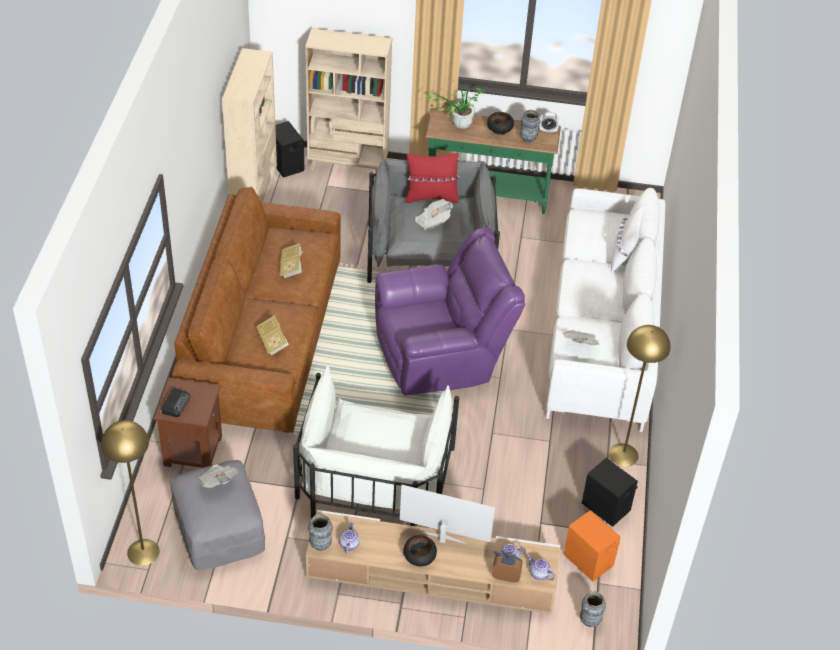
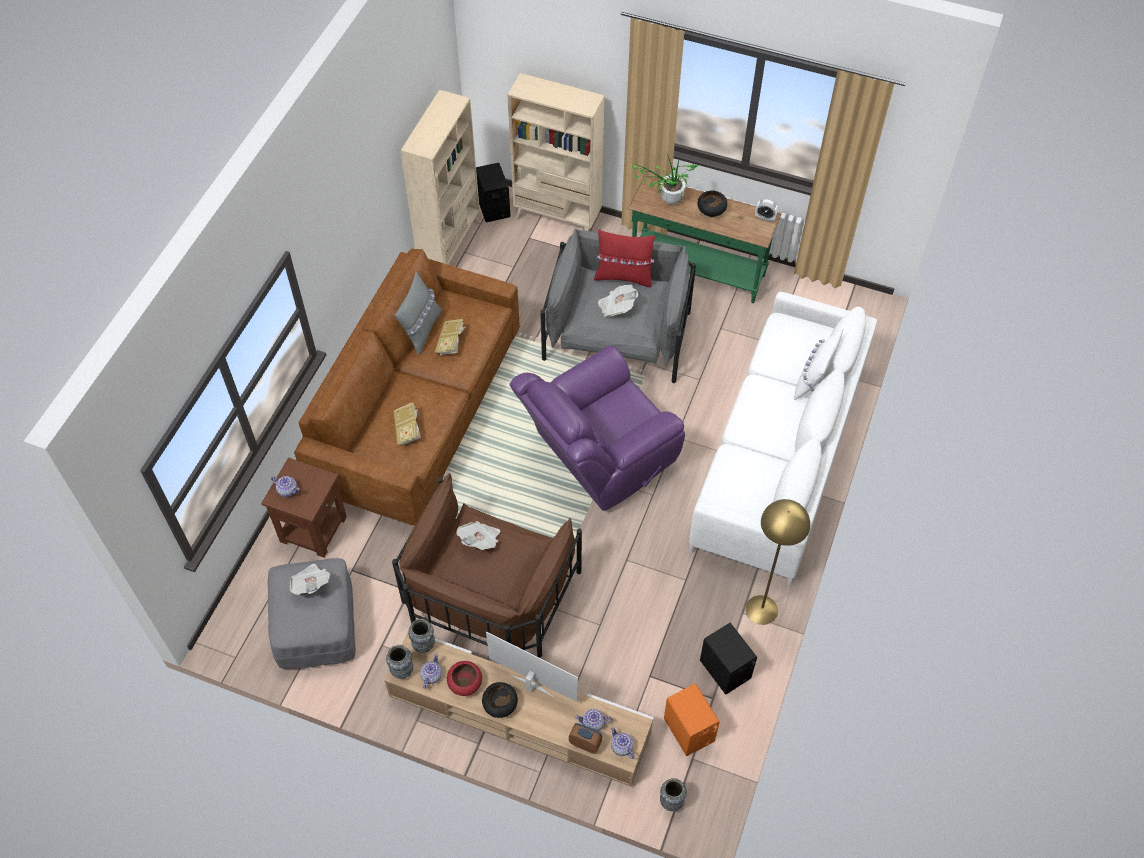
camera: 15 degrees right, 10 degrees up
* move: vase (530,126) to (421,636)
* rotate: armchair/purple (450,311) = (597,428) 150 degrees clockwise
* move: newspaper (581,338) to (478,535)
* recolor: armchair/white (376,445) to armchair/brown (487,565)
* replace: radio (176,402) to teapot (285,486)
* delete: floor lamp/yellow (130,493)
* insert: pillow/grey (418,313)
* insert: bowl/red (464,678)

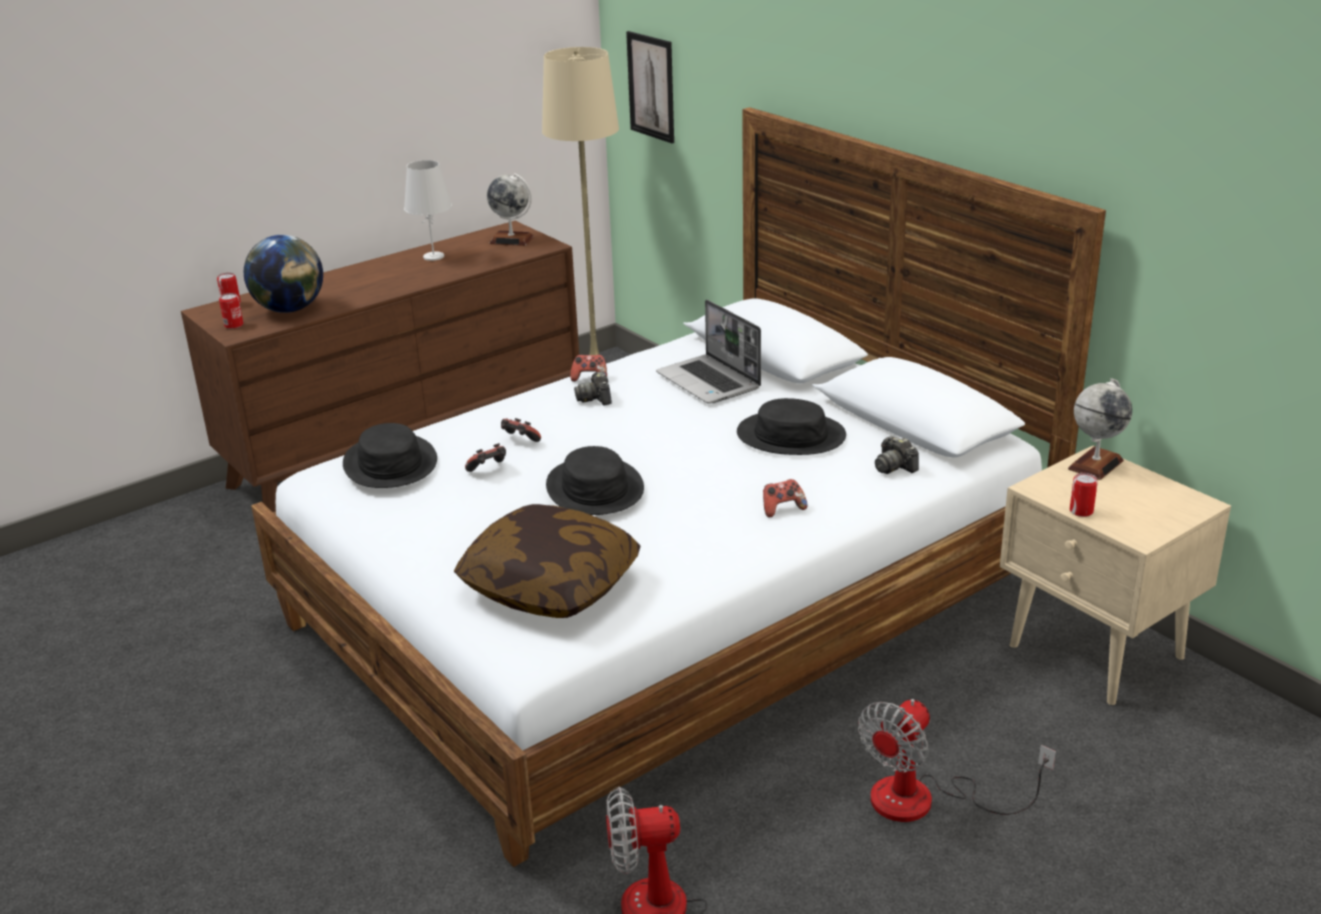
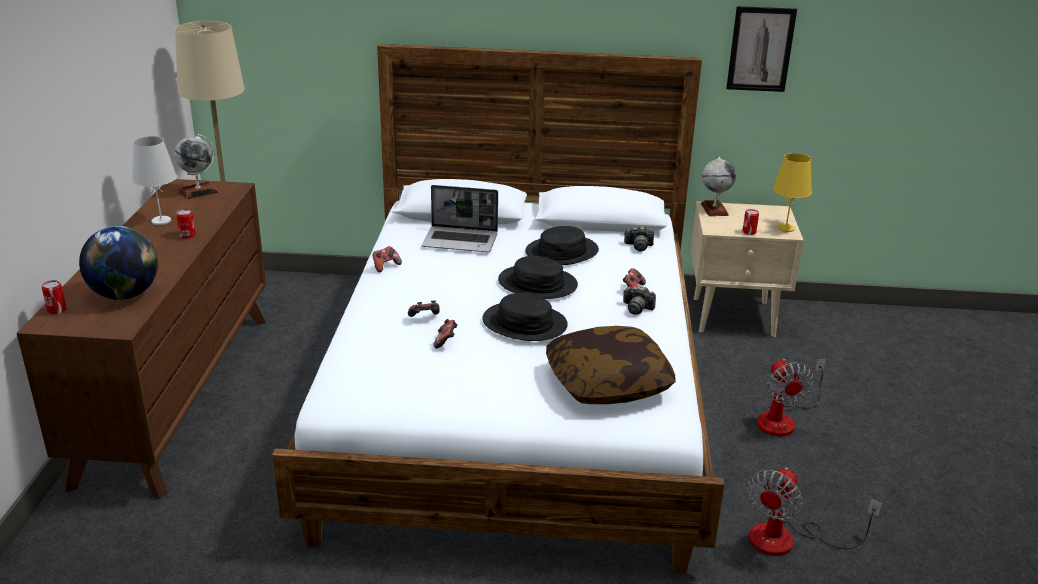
camera: 50 degrees left, 0 degrees up
* move: picture (650,87) to (761,49)
* move: can (231,311) to (186,224)
* move: photo camera (593,388) to (639,300)
* move: hat/black (390,455) to (538,277)
* insert: table lamp/yellow (792,192)

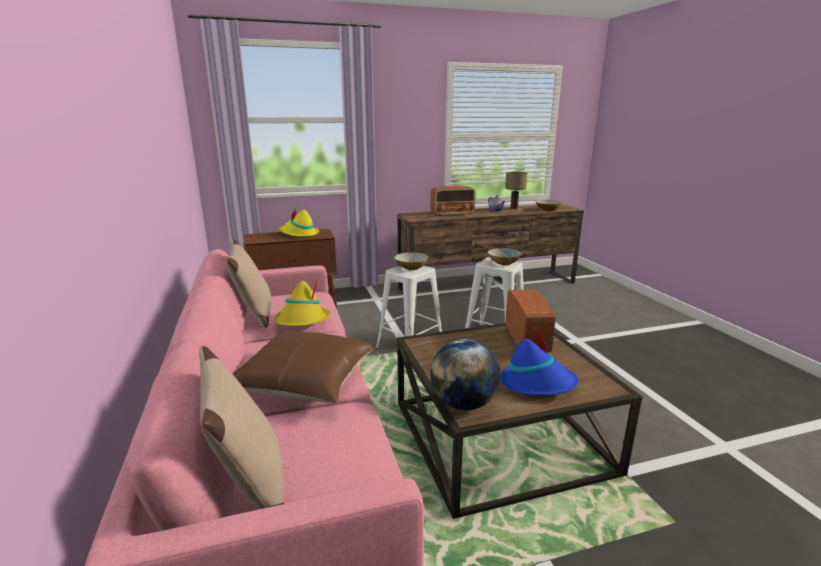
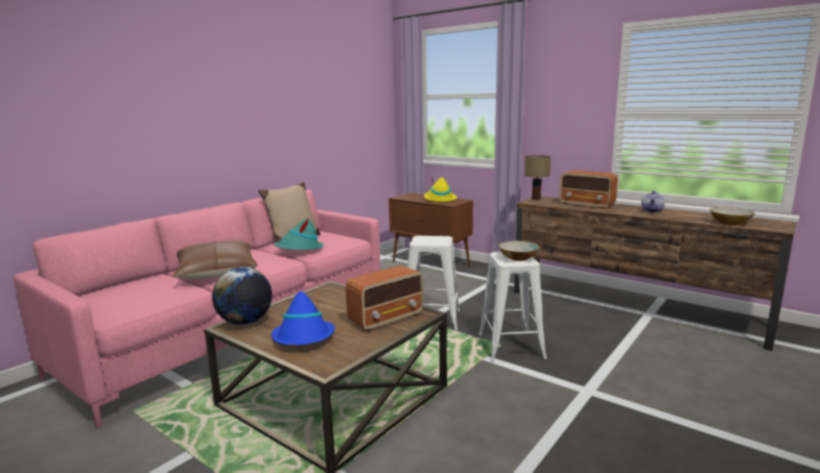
camera: 55 degrees right, 5 degrees down
* move: table lamp (516,190) to (538,177)
* delete: bowl (411,261)
* recolor: hat/yellow (302,301) to hat/turquoise (299,234)
* delete: pillow/beige (241,428)

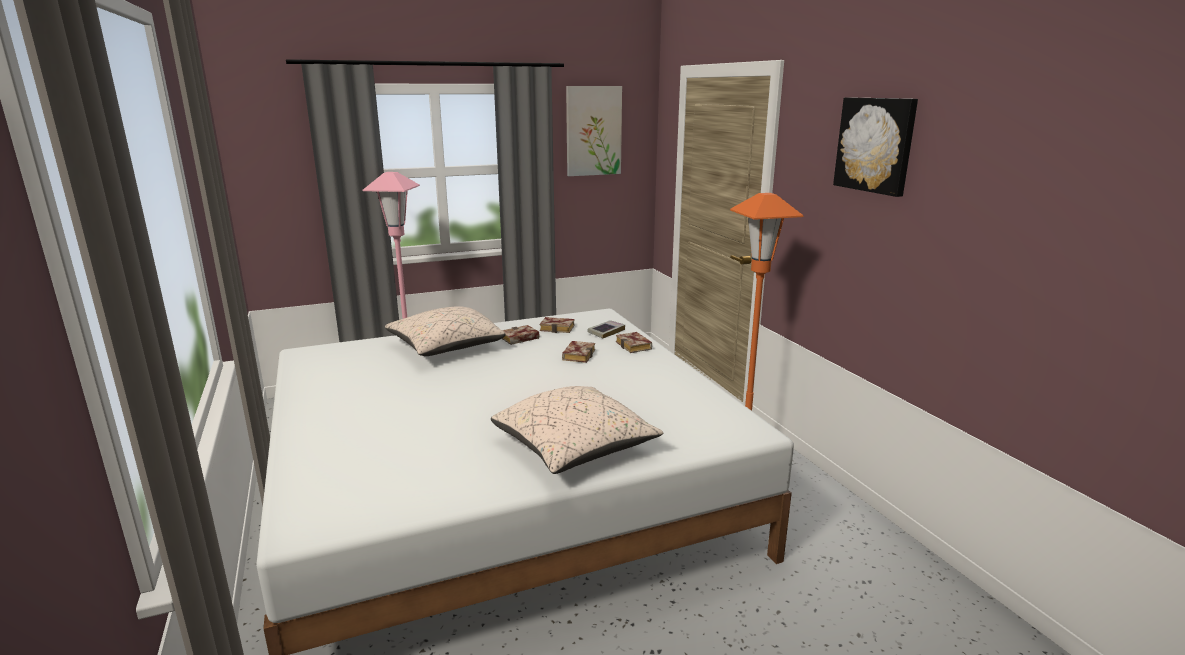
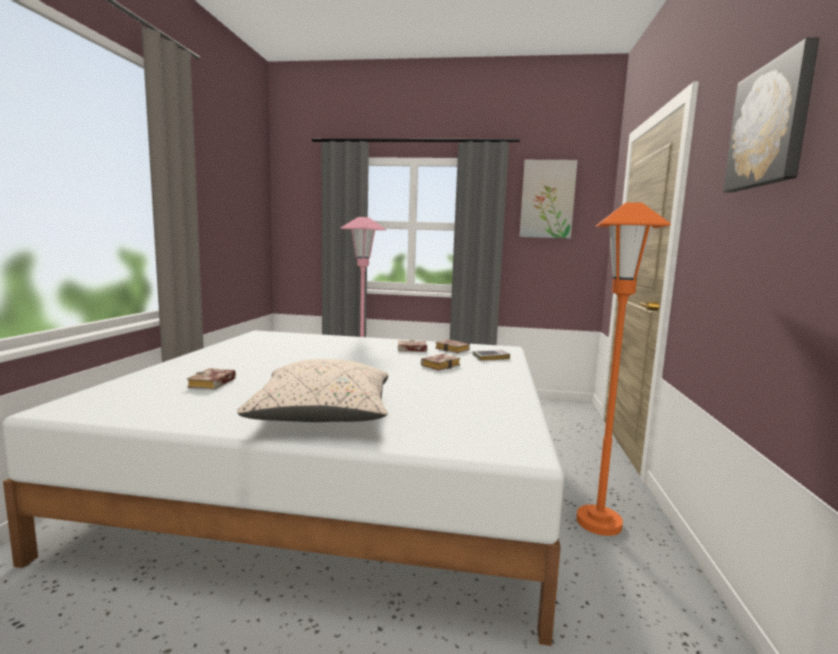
camera: 30 degrees right, 10 degrees down
* delete: pillow/beige (445,331)
* move: book (634,342) to (211,379)

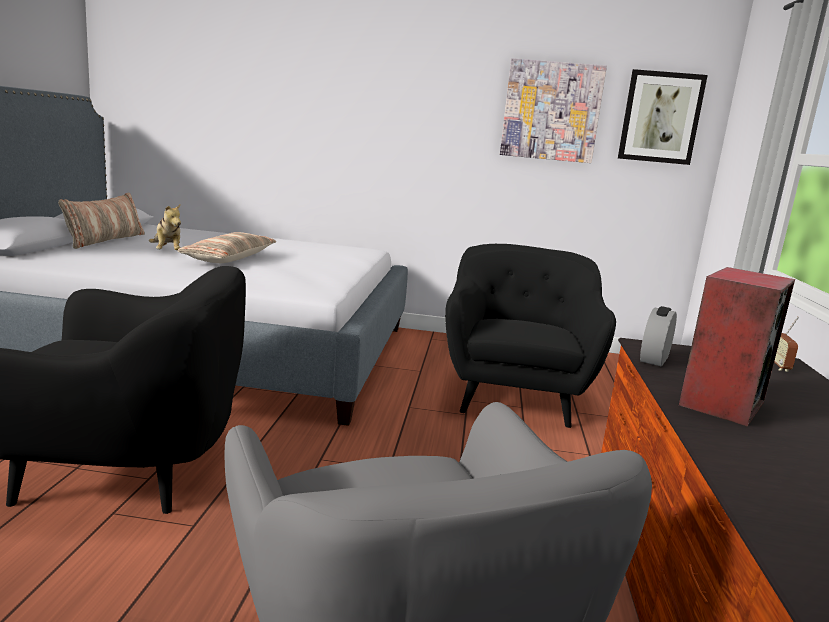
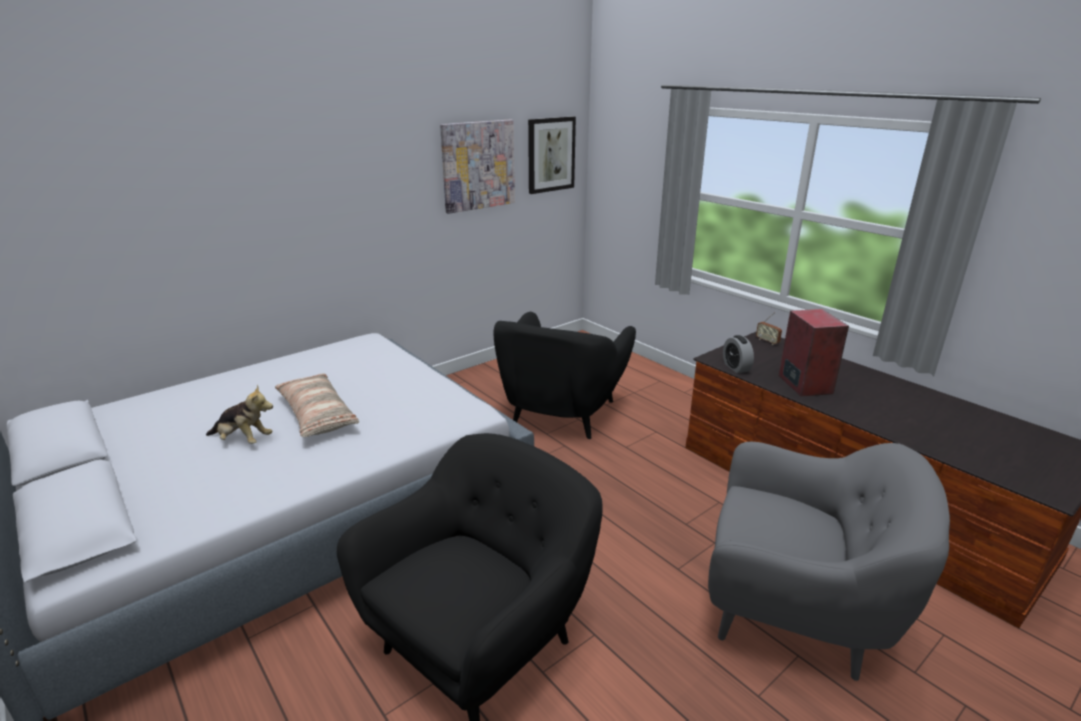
camera: 45 degrees left, 10 degrees up
* delete: pillow (101,221)
* rotate: armchair/black (530,336) = (565,375) 120 degrees counterclockwise

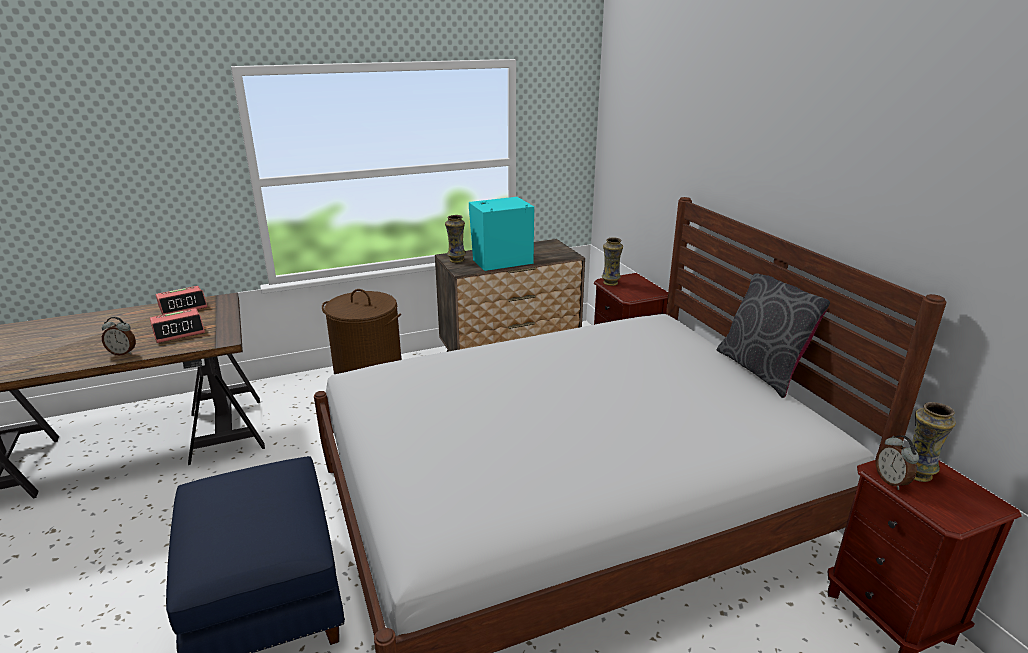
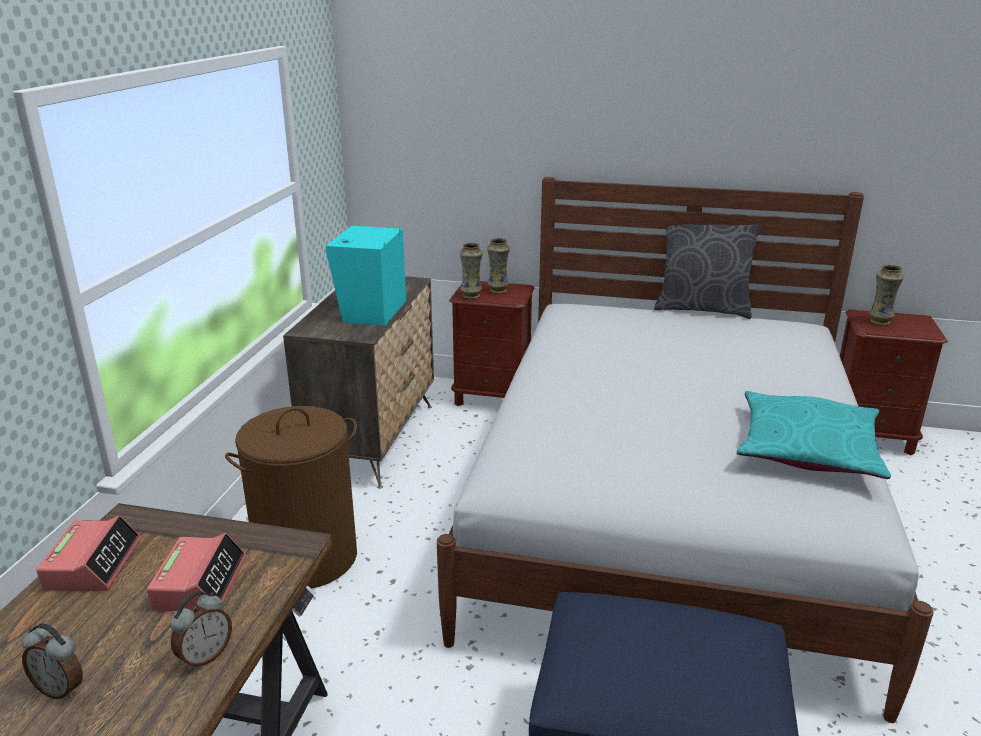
camera: 55 degrees left, 0 degrees up
* move: vase (455,239) to (498,265)
* move: alarm clock (897,462) to (52,661)
* insert: pillow/turquoise (814,435)

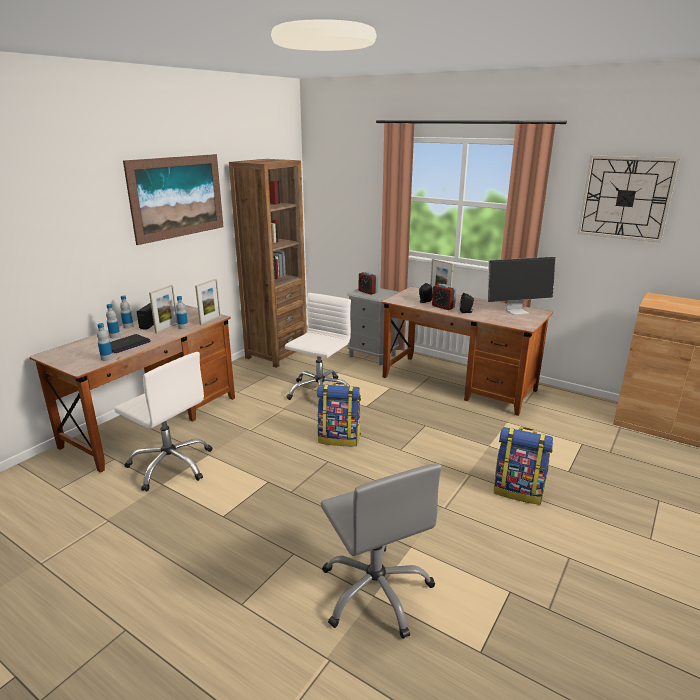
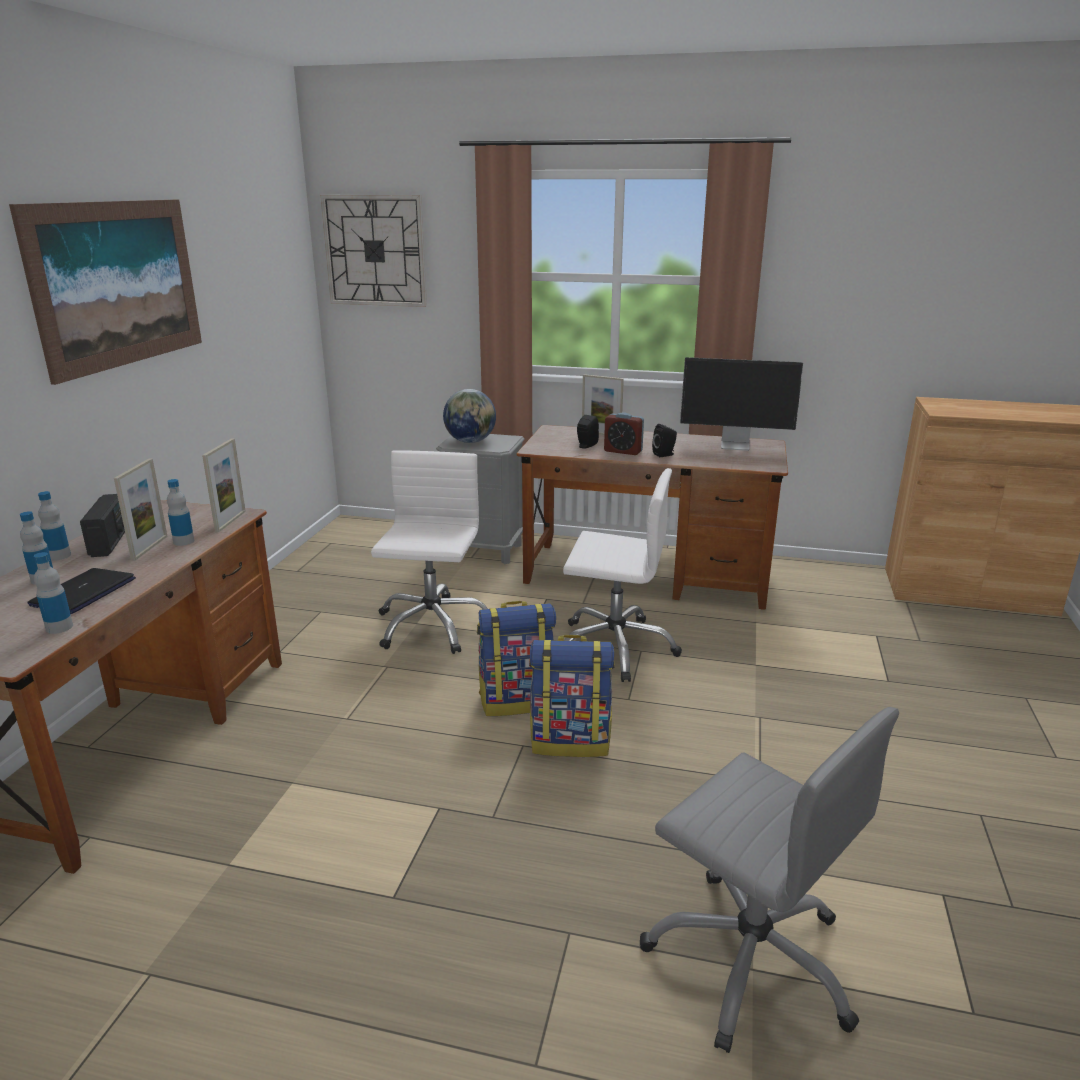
camera: 20 degrees left, 0 degrees up
* move: wall clock (629,199) to (373,251)
* delete: bookcase/brown (268,263)
* rotate: monitor (521,286) = (741,404) 45 degrees clockwise
* replace: alarm clock (368,283) to globe (469,416)
* move: office chair/white (163,422) to (622,575)
* move: backpack (523,466) to (572,696)

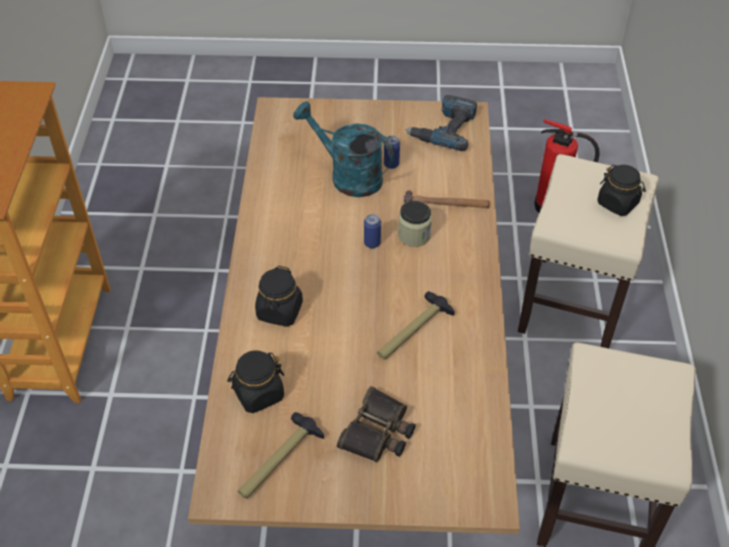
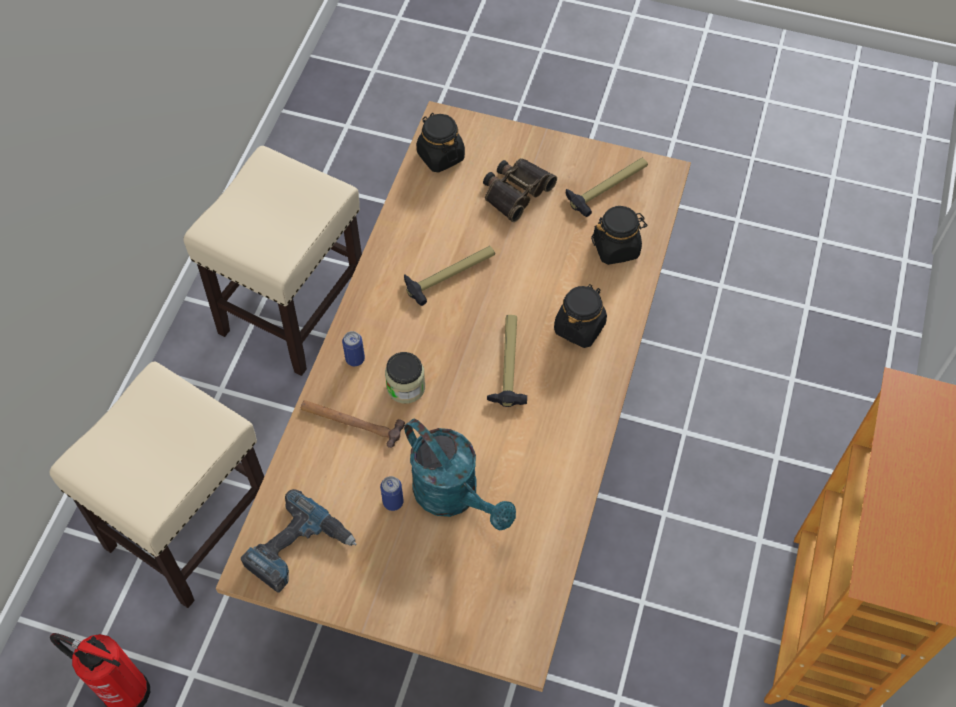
camera: 165 degrees left, 10 degrees up
* move: jar/black (621,190) to (441,143)
* move: can (372,231) to (353,348)
* insert: hammer (507,361)

